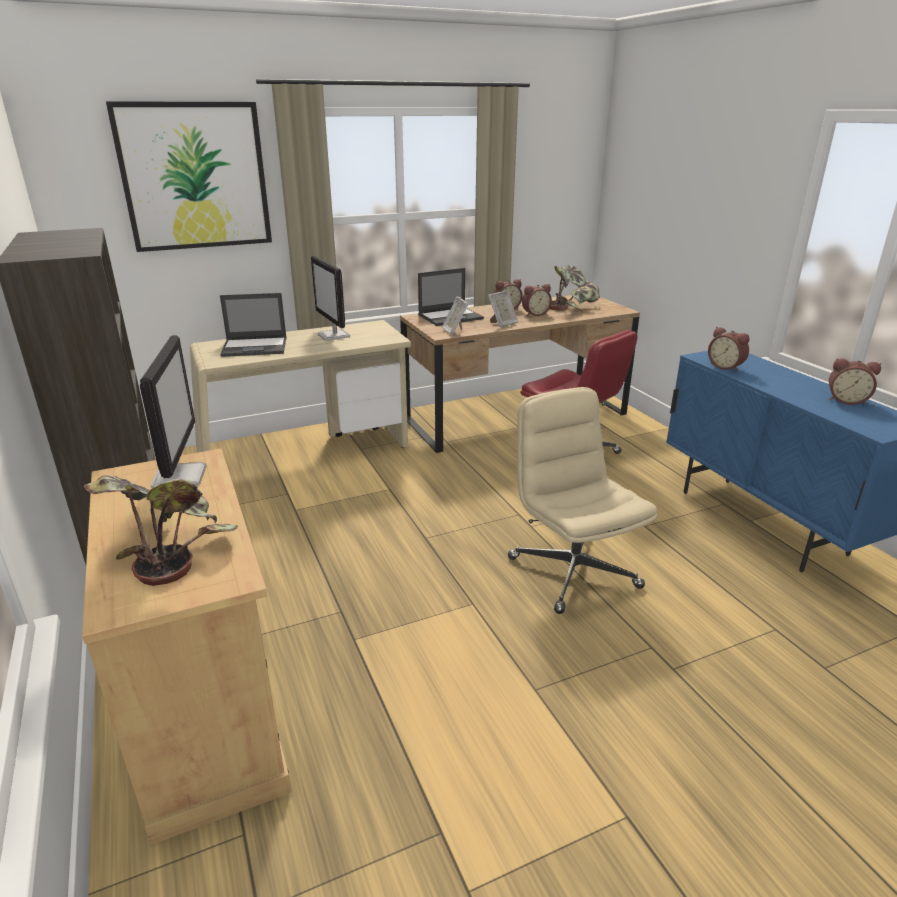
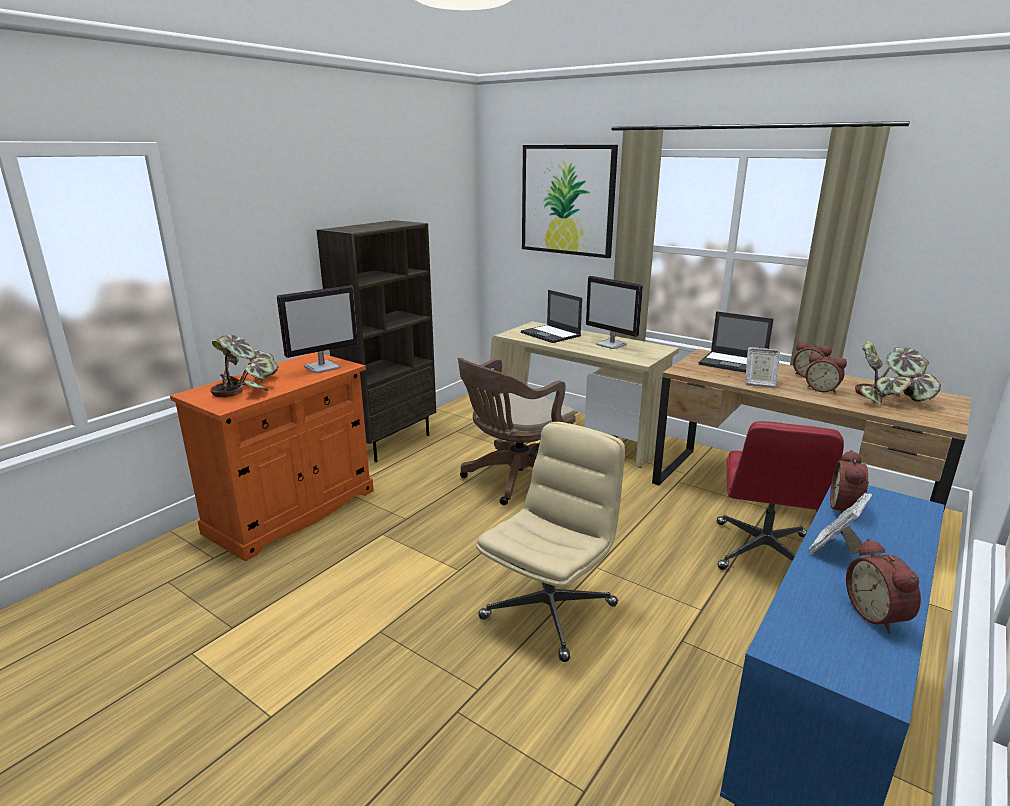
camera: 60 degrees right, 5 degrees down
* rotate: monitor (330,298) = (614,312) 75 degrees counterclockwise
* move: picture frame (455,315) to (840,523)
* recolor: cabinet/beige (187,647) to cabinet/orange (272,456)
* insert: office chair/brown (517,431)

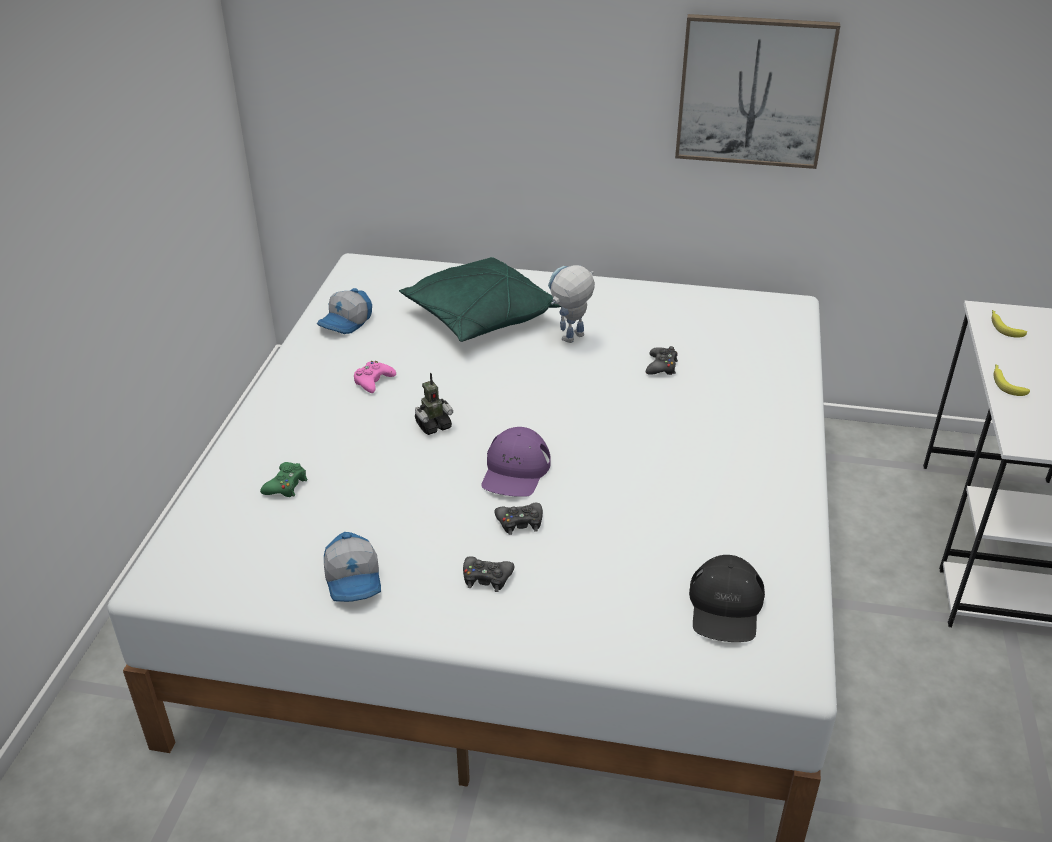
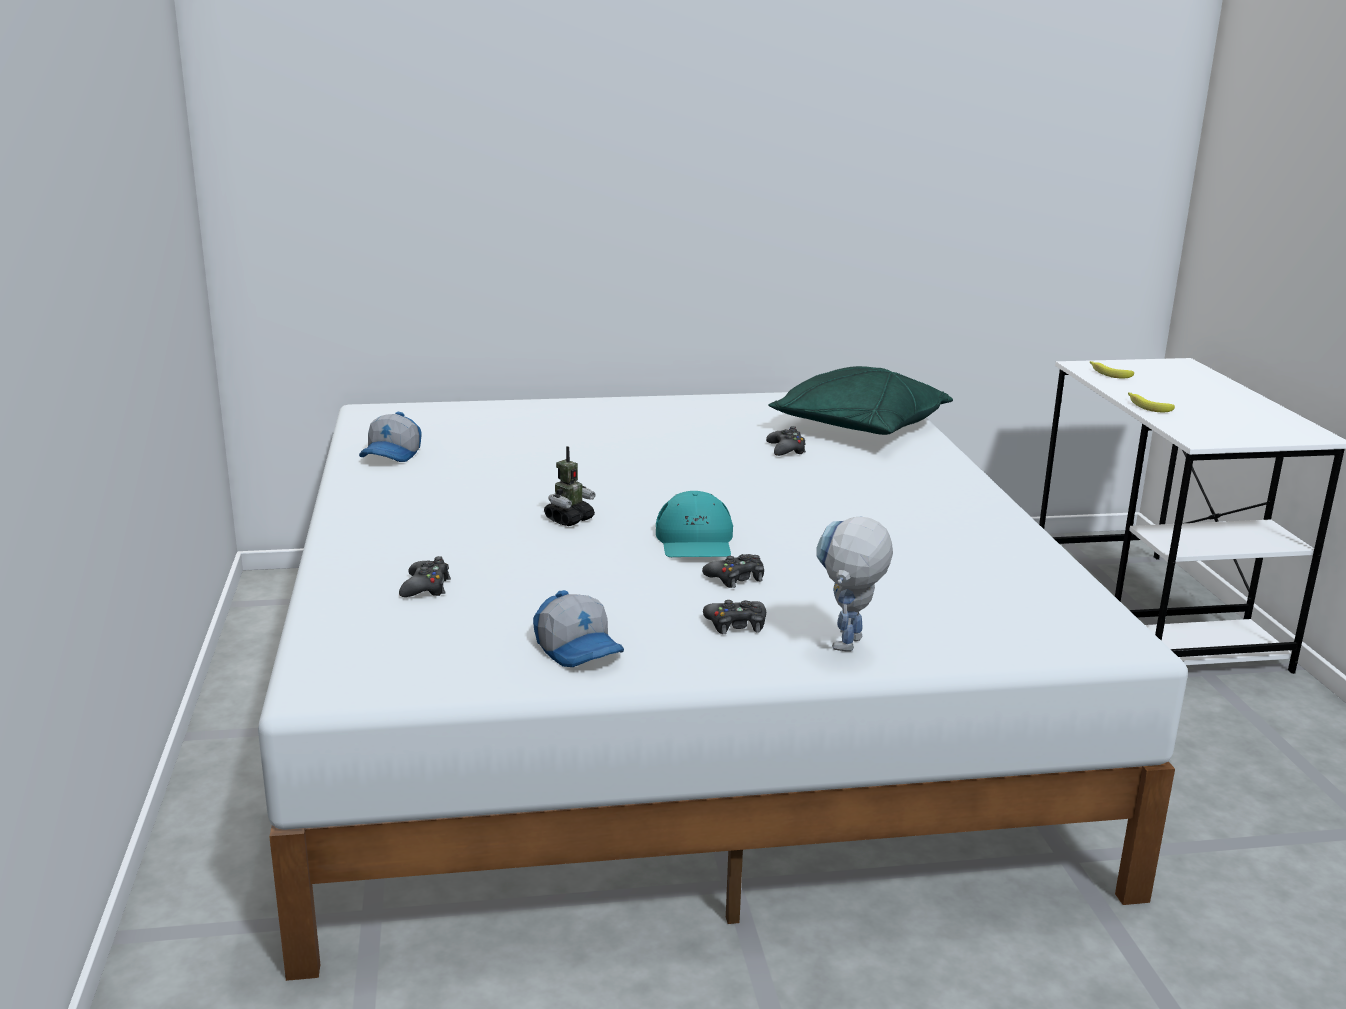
camera: 20 degrees left, 15 degrees down
* delete: picture (757,91)
* move: pillow/green (480,299) to (860,400)
* move: toy robot (571,304) to (854,584)
* delete: game controller/pink (375,377)
* recolor: cap/purple (516,462) to cap/turquoise (694,524)
* recolor: game controller/green (284,479) to game controller/black (425,576)
* delete: cap/black (727,598)

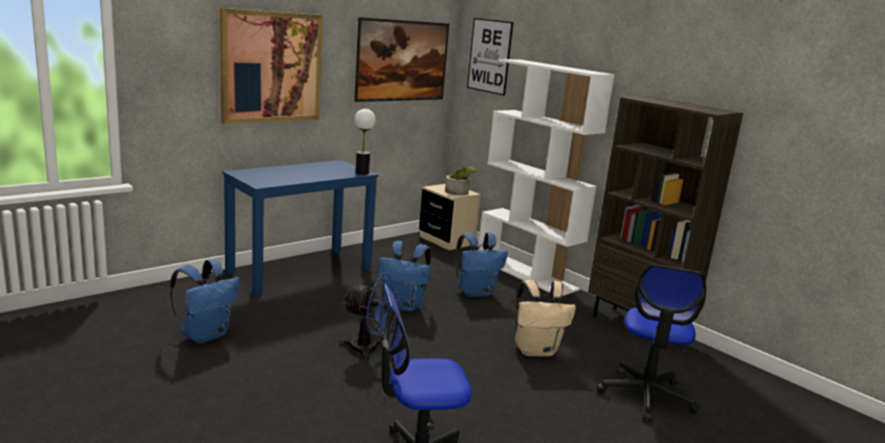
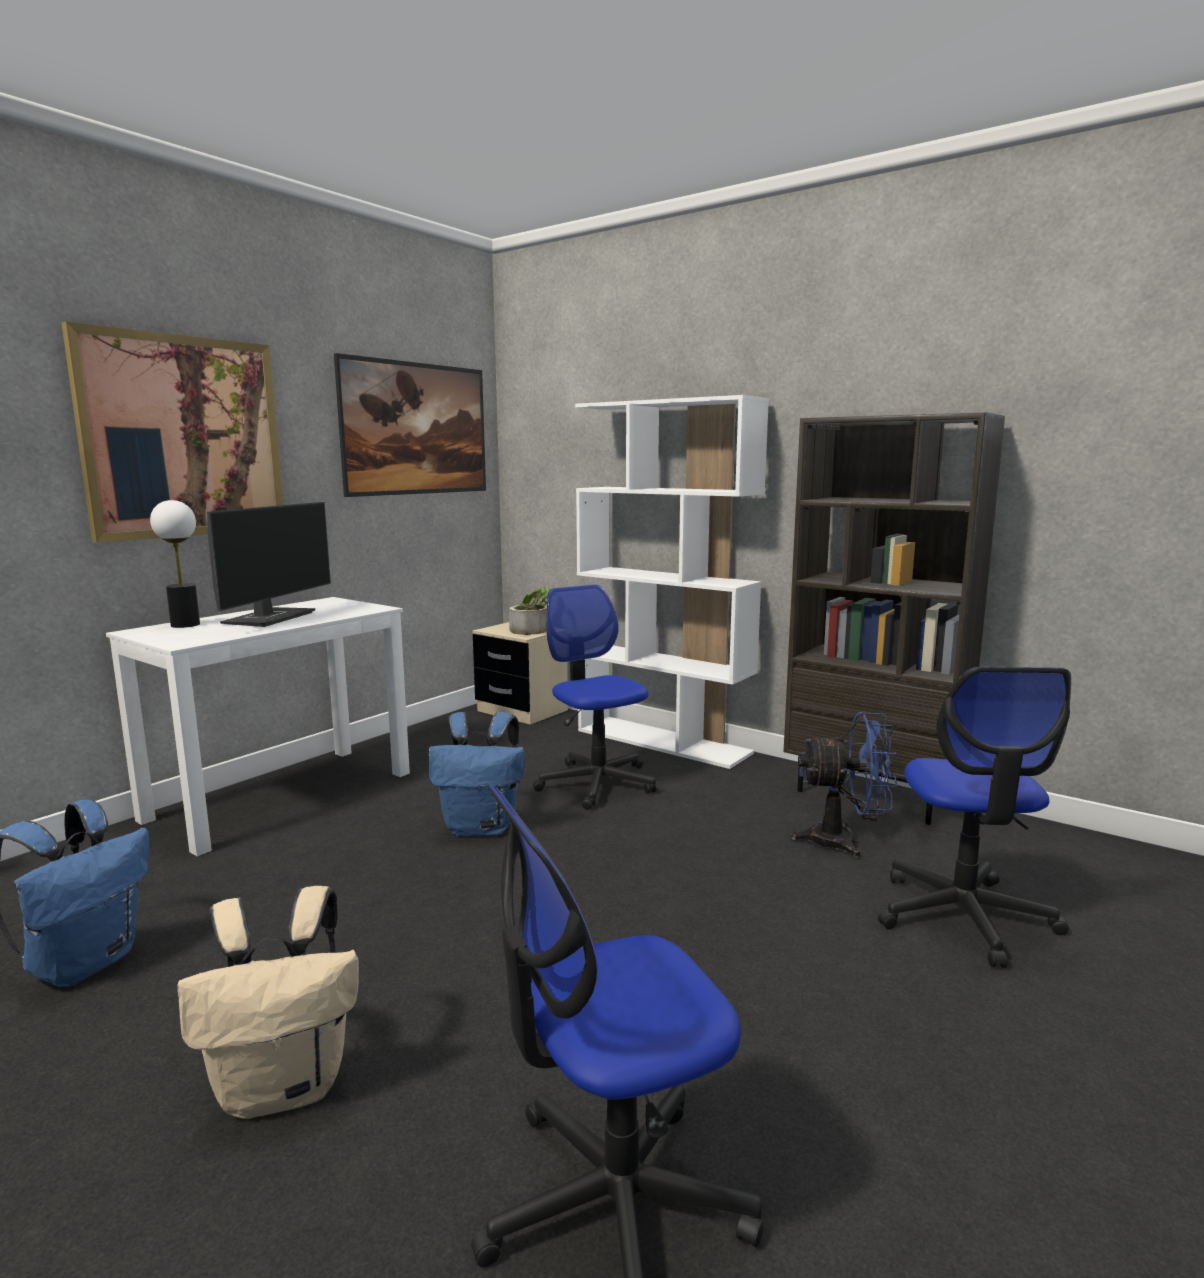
camera: 10 degrees left, 5 degrees down
* delete: picture (490,57)
* move: table lamp (365,142) to (175,564)
* recolor: desk/blue (300,227) to desk/white (258,726)
* replace: backpack/blue (481,265) to office chair (594,697)
* move: fan/blue (373,317) to (844,785)
* move: backpack/beige (545,318) to (268,1002)
* insert: monitor (269,564)

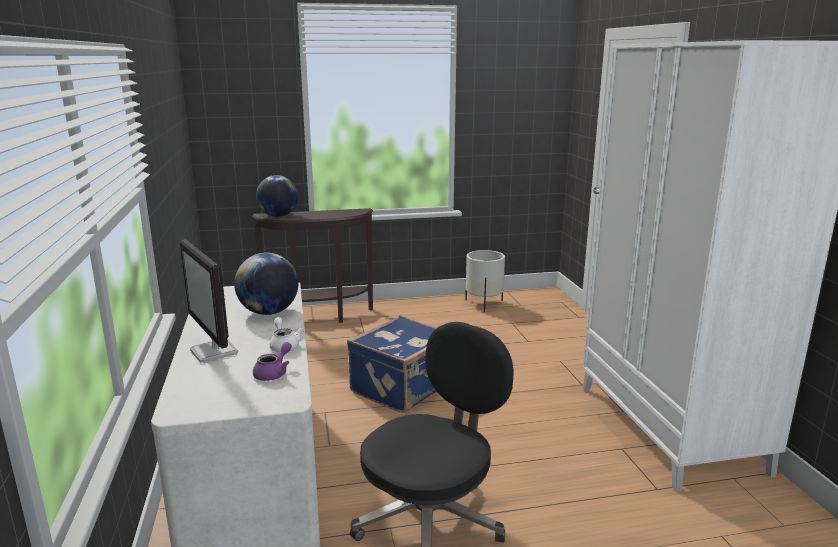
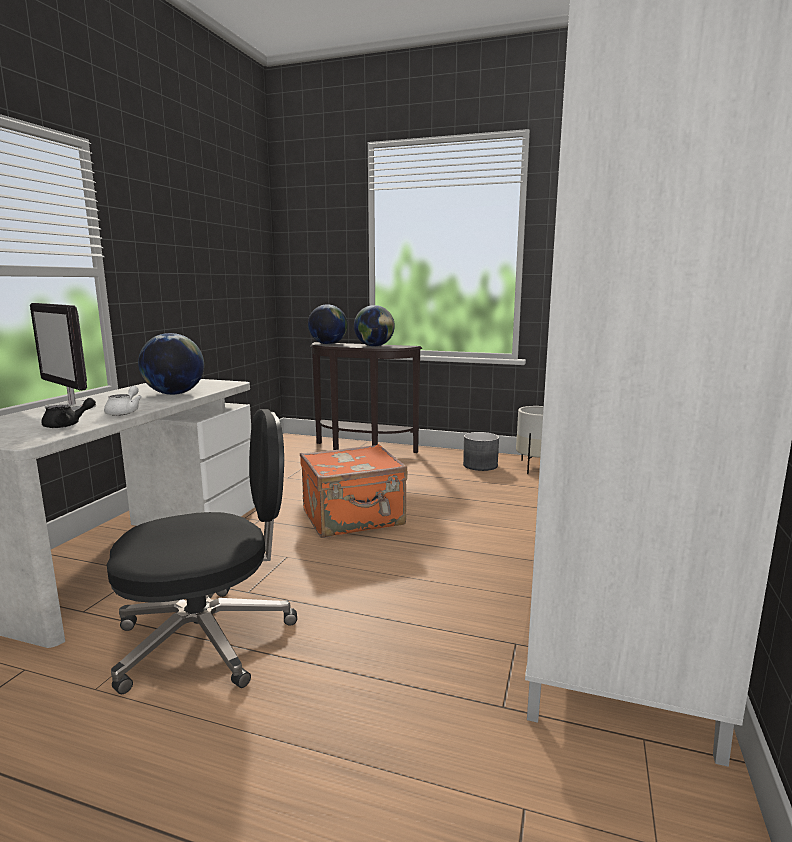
camera: 30 degrees right, 5 degrees down
* rotate: monitor (209,301) = (63,357) 45 degrees counterclockwise
* recolor: suitcase/blue (392,364) to suitcase/orange (353,491)
* recolor: teapot/purple (272,361) to teapot/black (68,413)
* insert: globe (374,326)
* insert: planter/grey (481,451)

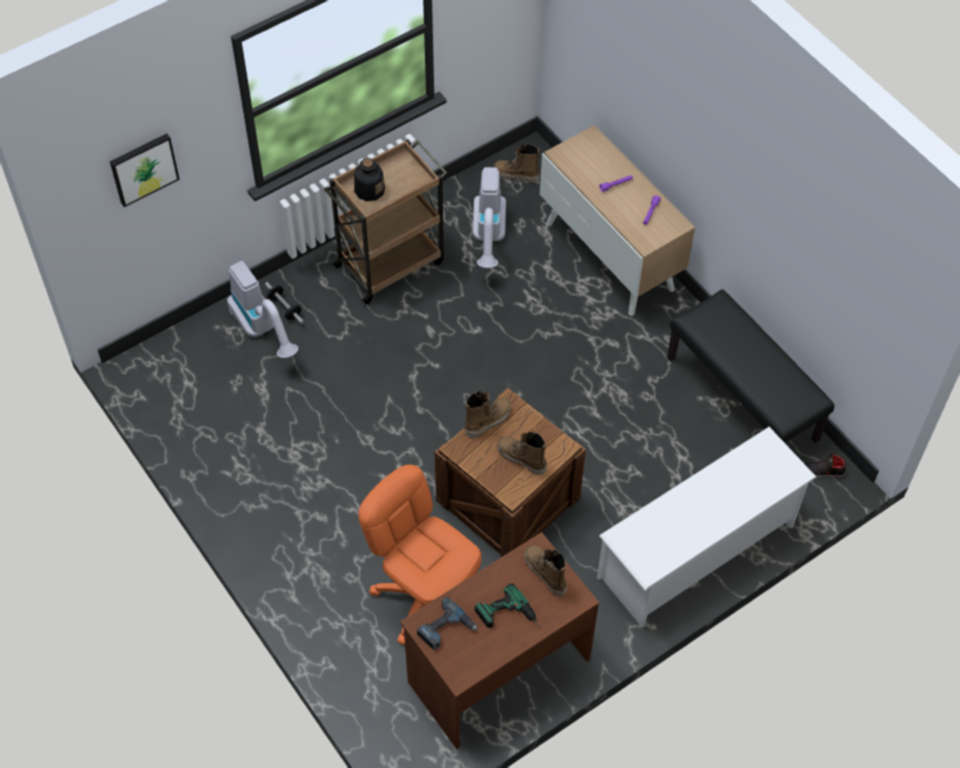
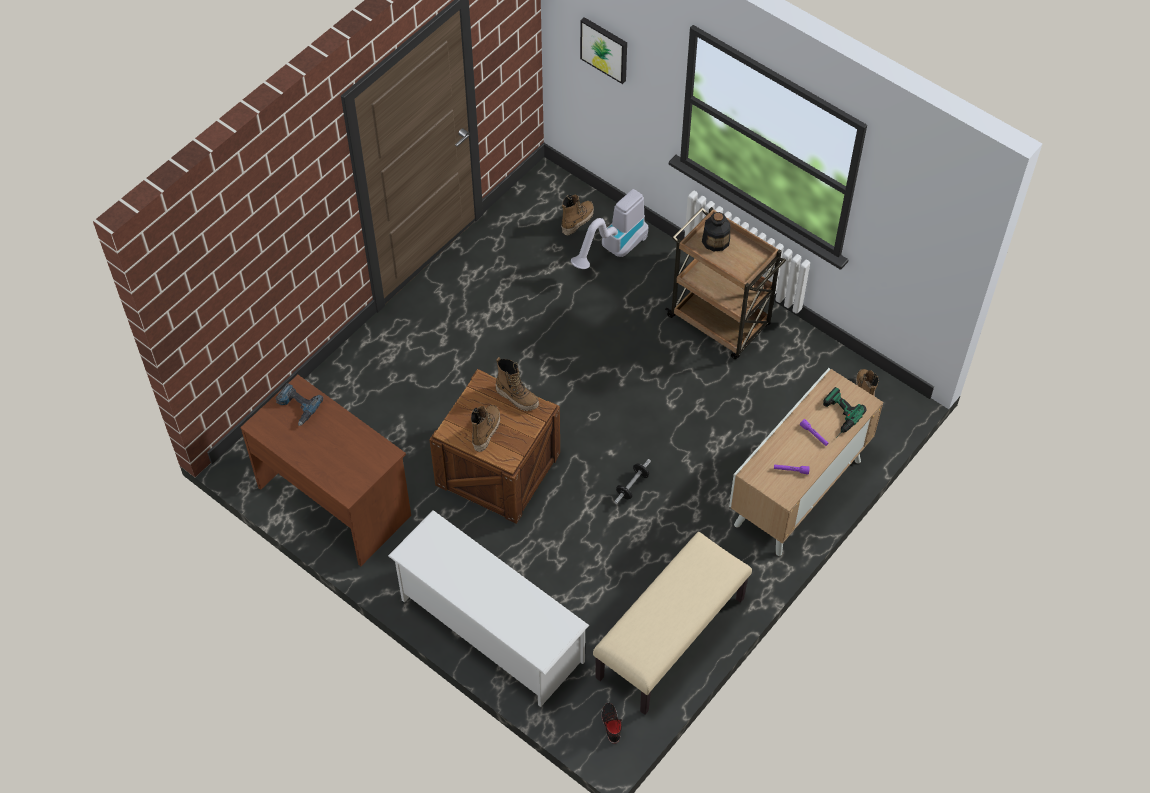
camera: 75 degrees right, 0 degrees up
* delete: vacuum cleaner (489,217)
* move: dumbbell (284,303) to (632,481)
* recolor: bench/black (751,366) to bench/beige (672,623)
* delete: office chair/orange (420,554)
* move: boot (545,571) to (577,215)
* move: power drill (508,606) to (844,412)

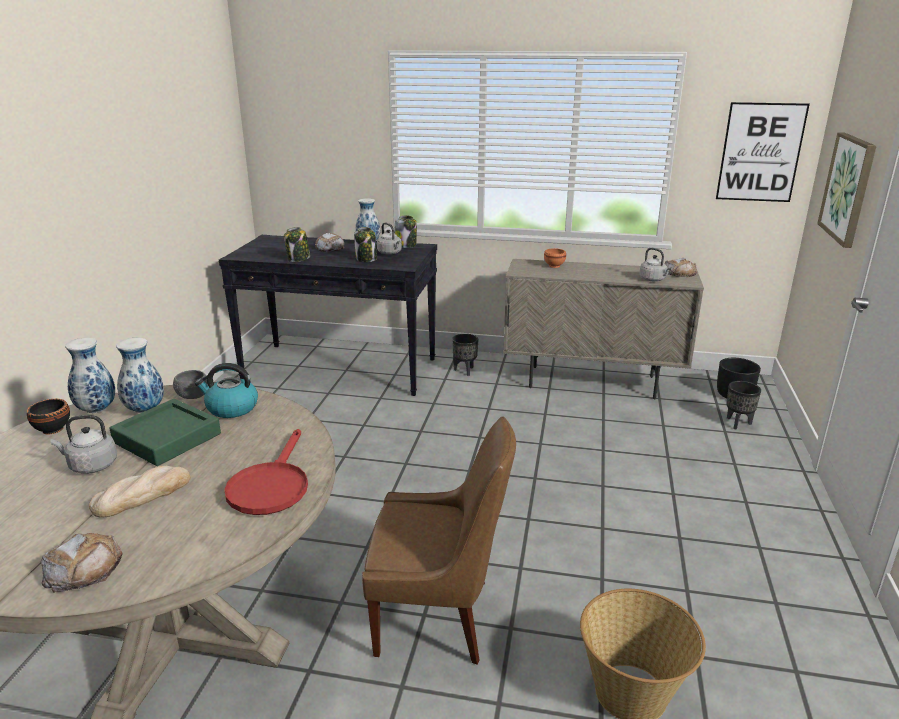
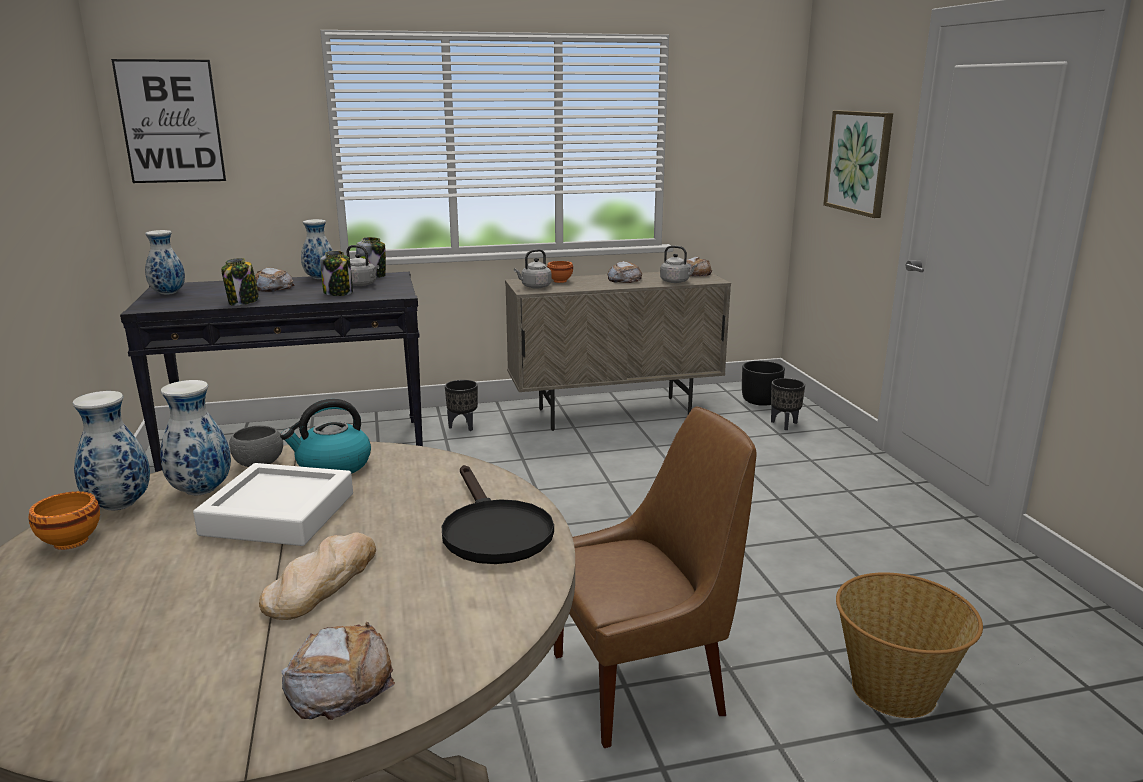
camera: 25 degrees left, 5 degrees down
* move: picture (763,152) to (168,121)
* recolor: bowl/black (48,416) to bowl/orange (64,520)
* recolor: tray/green (165,432) to tray/white (273,504)
* move: kettle/grey (83,444) to (533,268)
* recolor: frying pan/red (266,472) to frying pan/black (498,514)
* insert: vase (165,262)
* insert: bread (624,272)

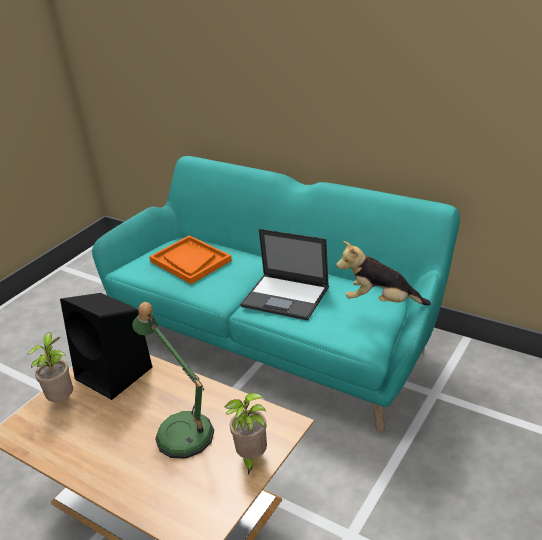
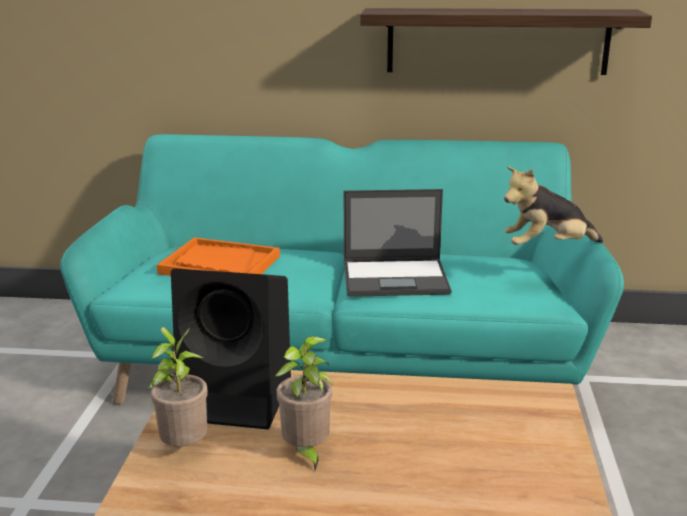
camera: 30 degrees left, 10 degrees down
* delete: table lamp (173,380)
* move: potted plant (246,433) to (304,403)
* insert: shelf (506,41)

